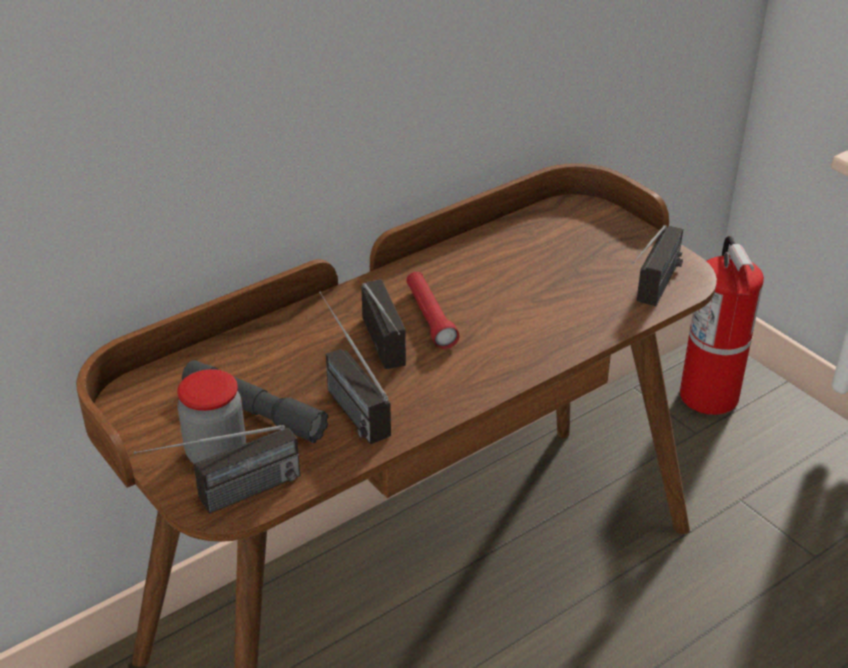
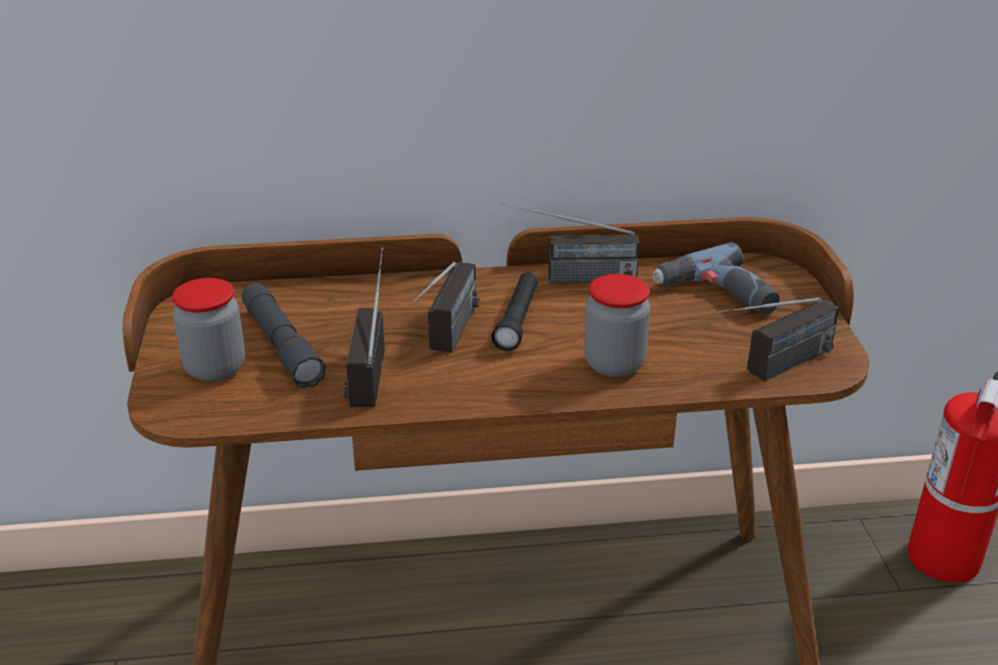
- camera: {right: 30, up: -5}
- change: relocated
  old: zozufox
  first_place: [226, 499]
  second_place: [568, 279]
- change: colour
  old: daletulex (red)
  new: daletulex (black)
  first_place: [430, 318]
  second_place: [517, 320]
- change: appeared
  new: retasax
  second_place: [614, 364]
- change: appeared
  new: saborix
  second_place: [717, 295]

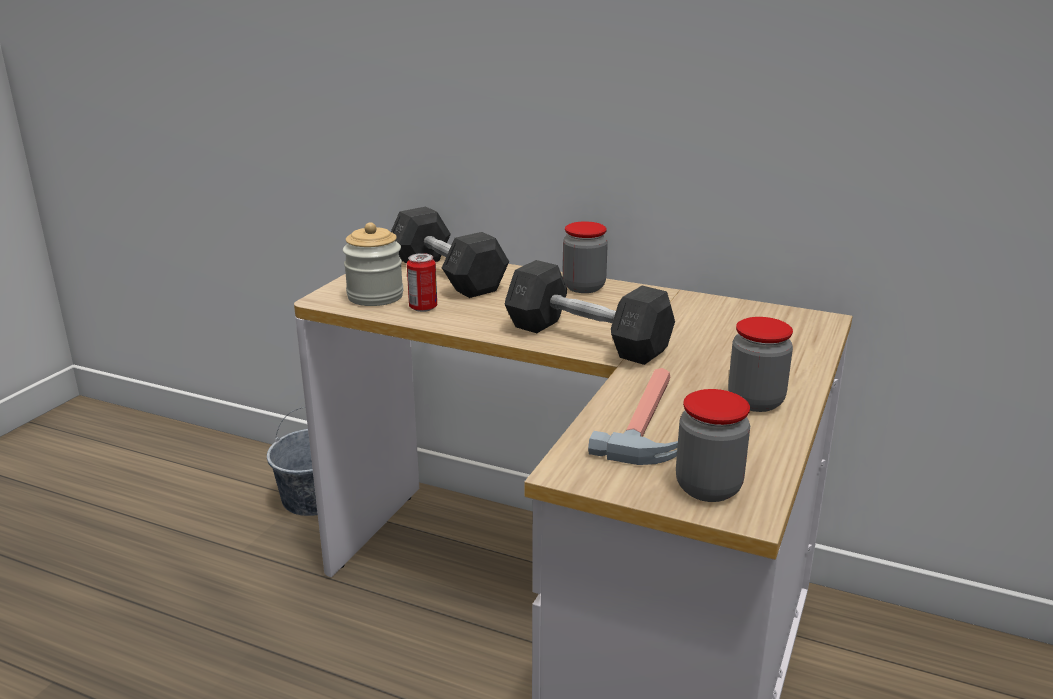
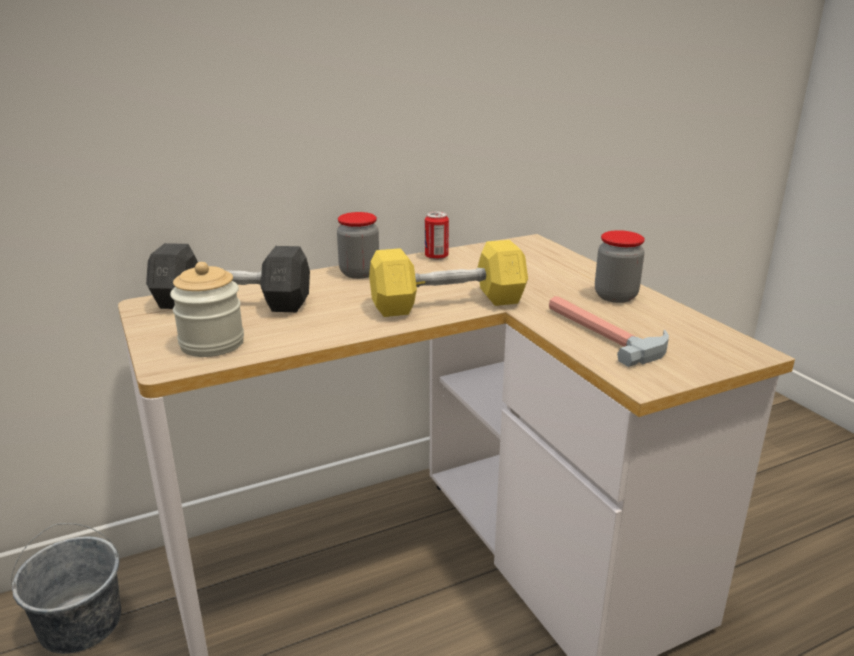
- camera: {right: -50, up: 0}
- change: relocated
  old: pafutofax
  first_place: [423, 308]
  second_place: [436, 257]
- change: colour
  old: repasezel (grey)
  new: repasezel (yellow)
  first_place: [587, 339]
  second_place: [448, 303]
- change: missing
  old: retasax
  first_place: [708, 488]

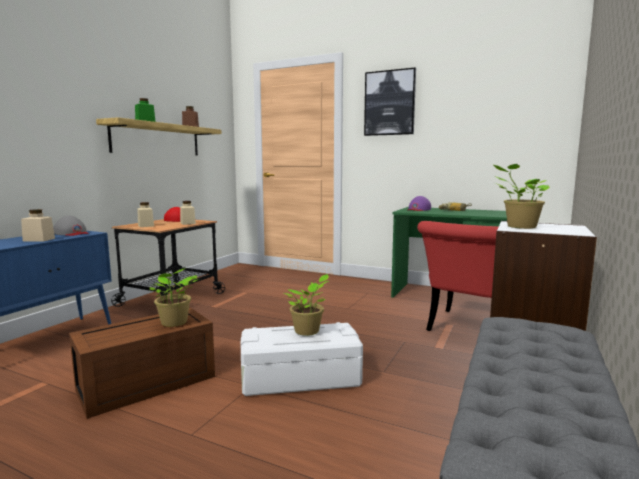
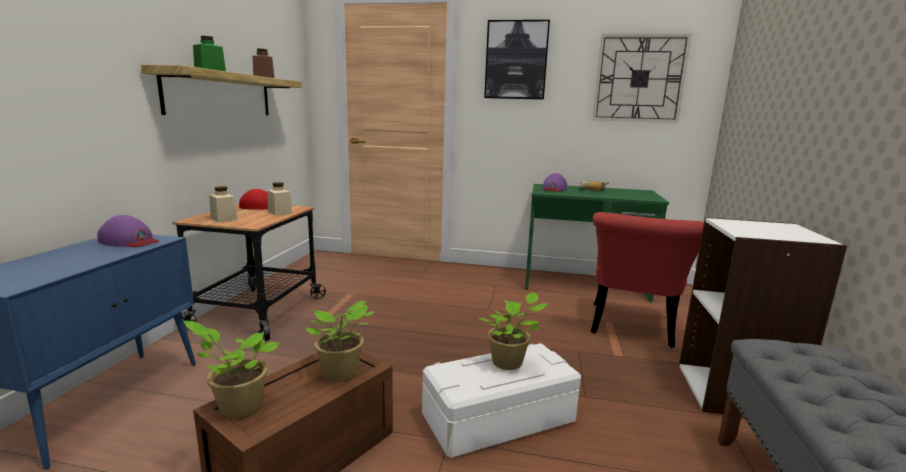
- camera: {right: -15, up: 5}
- change: missing
  old: retasax (beige)
  first_place: [39, 239]
- change: colour
  old: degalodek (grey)
  new: degalodek (purple)
  first_place: [72, 233]
  second_place: [130, 241]
- change: relocated
  old: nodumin
  first_place: [519, 227]
  second_place: [237, 406]
- change: appeared
  new: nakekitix
  second_place: [639, 79]

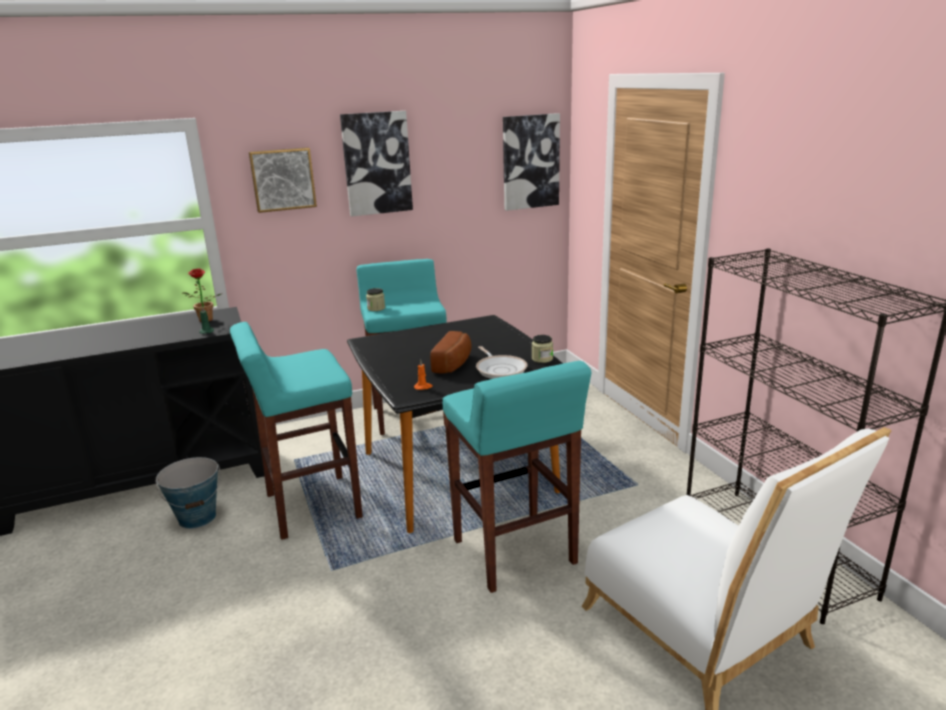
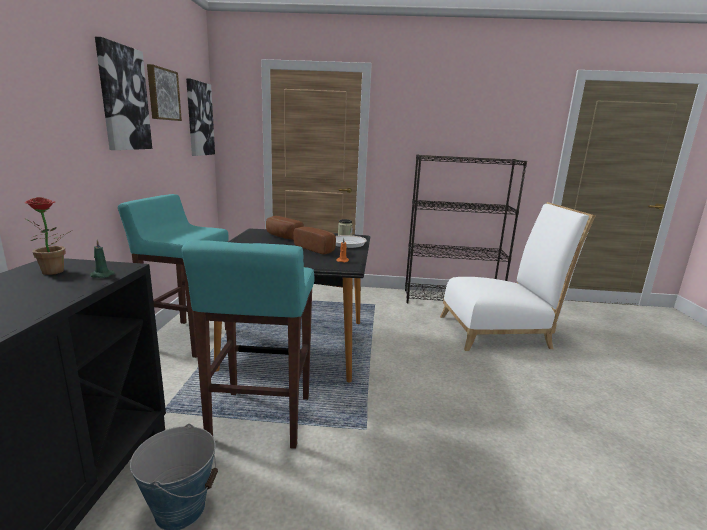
- camera: {right: -65, up: -5}
- change: relocated
  old: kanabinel
  first_place: [283, 179]
  second_place: [162, 94]
- change: missing
  old: retasax
  first_place: [376, 308]
- change: missing
  old: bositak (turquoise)
  first_place: [514, 553]
- change: appeared
  new: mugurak
  second_place: [282, 236]

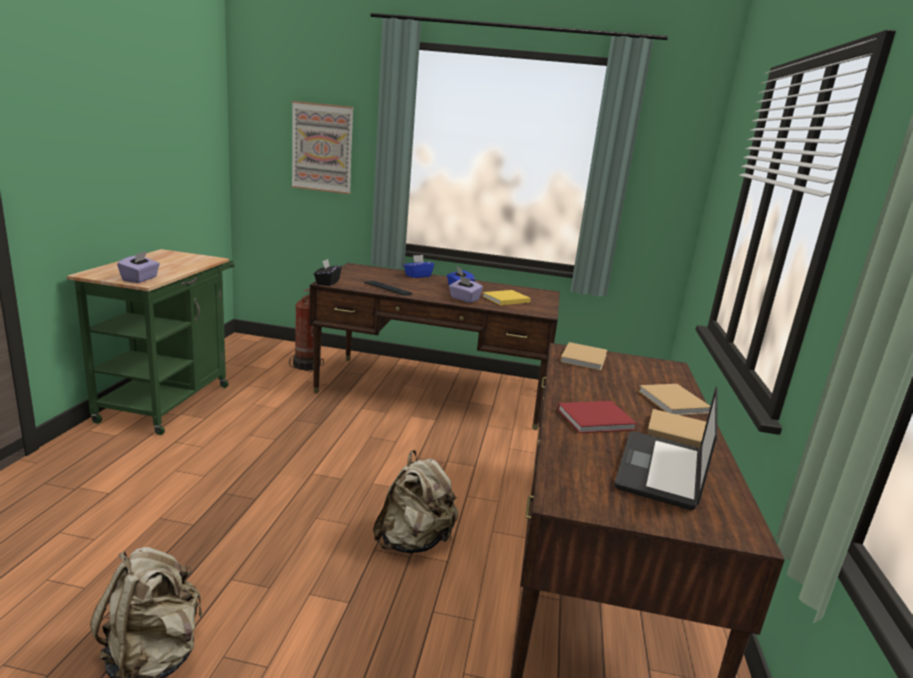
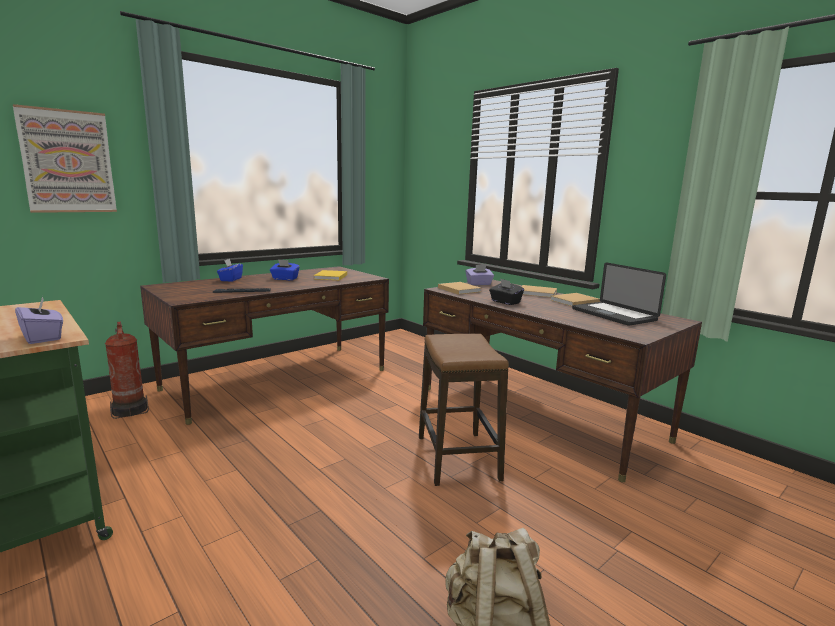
- camera: {right: -50, up: -5}
- change: relocated
  old: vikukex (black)
  first_place: [327, 282]
  second_place: [505, 302]
- change: exchanged
  old: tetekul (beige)
  new: bositak
  first_place: [414, 541]
  second_place: [457, 458]
- change: relocated
  old: vikukex (purple)
  first_place: [464, 299]
  second_place: [479, 284]
- change: missing
  old: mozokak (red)
  first_place: [597, 419]

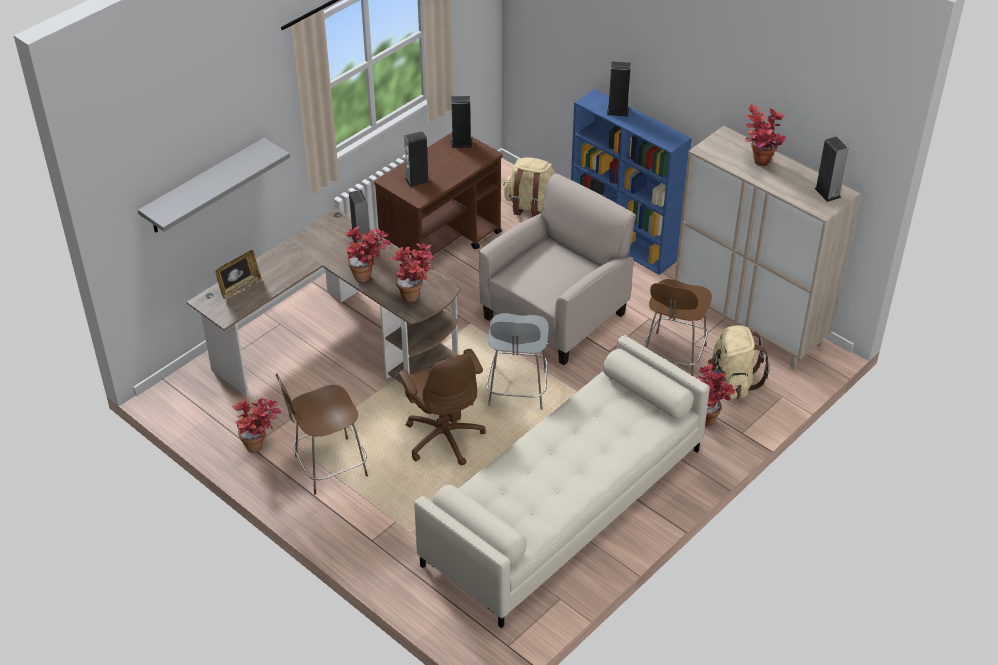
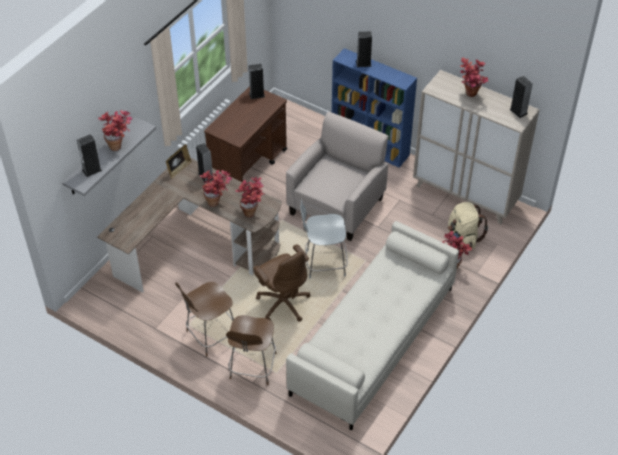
- camera: {right: -10, up: 5}
- change: relocated
  old: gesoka
  first_place: [239, 287]
  second_place: [179, 169]
- change: relocated
  old: nodumin
  first_place: [260, 446]
  second_place: [120, 146]
- change: relocated
  old: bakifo
  first_place: [417, 180]
  second_place: [92, 170]
- change: spun
  old: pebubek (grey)
  first_place: [517, 391]
  second_place: [324, 263]
  degrees: 90
- change: missing
  old: tetekul (beige)
  first_place: [532, 206]
- change: relocated
  old: pebubek (brown)
  first_place: [673, 357]
  second_place: [252, 367]

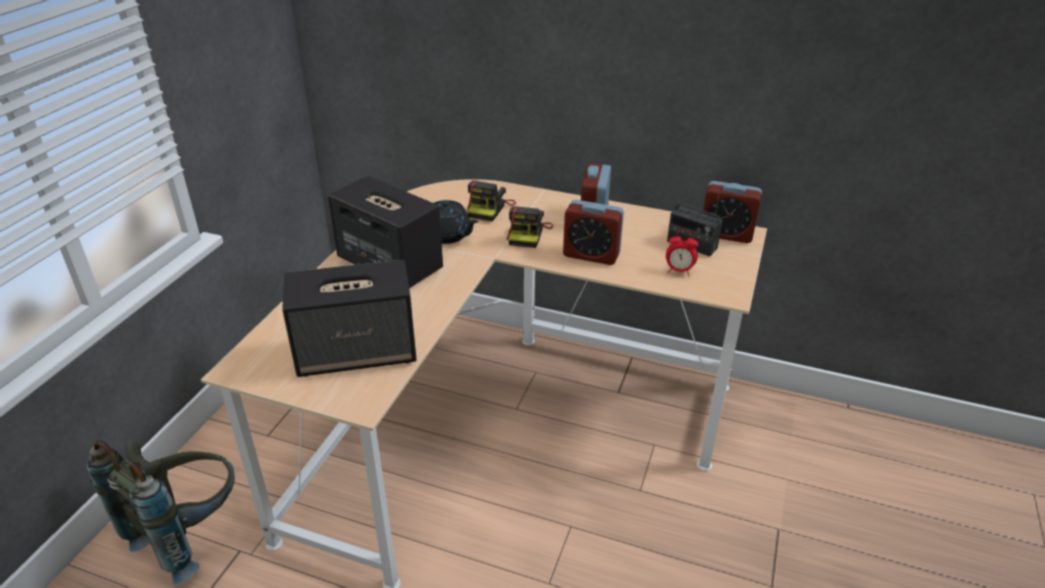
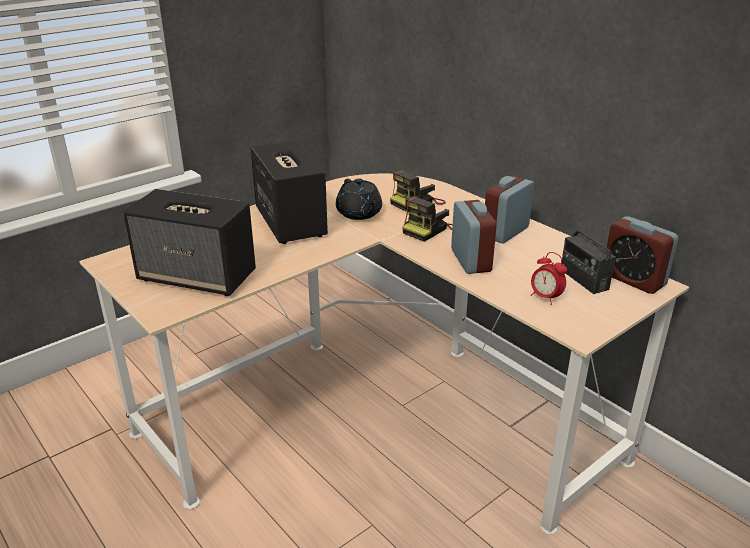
- camera: {right: 30, up: -5}
- change: missing
  old: tetekul (grey)
  first_place: [190, 533]
- change: spun
  old: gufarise
  first_place: [591, 255]
  second_place: [470, 260]
  degrees: -150

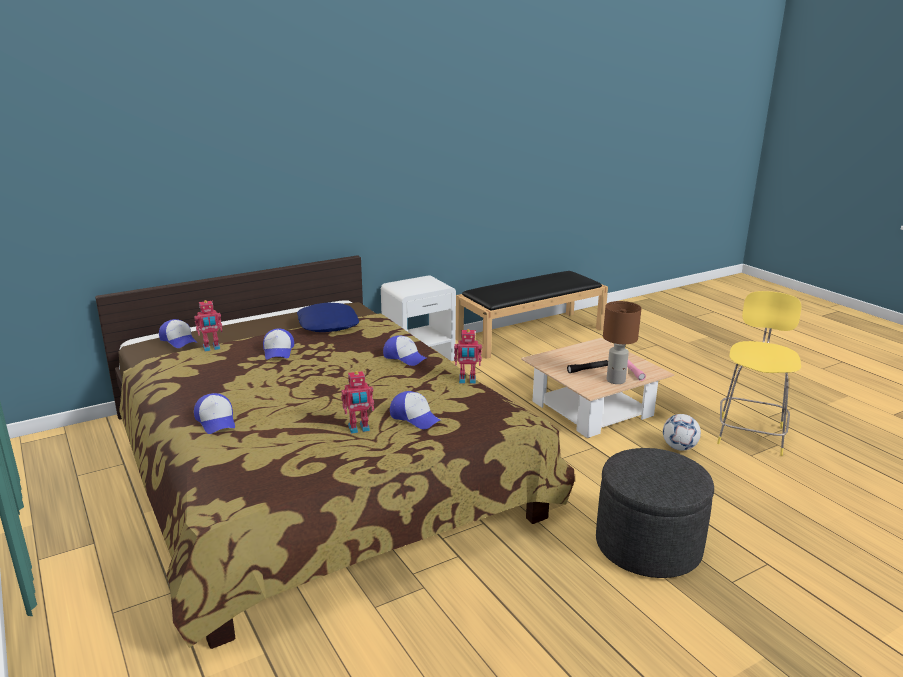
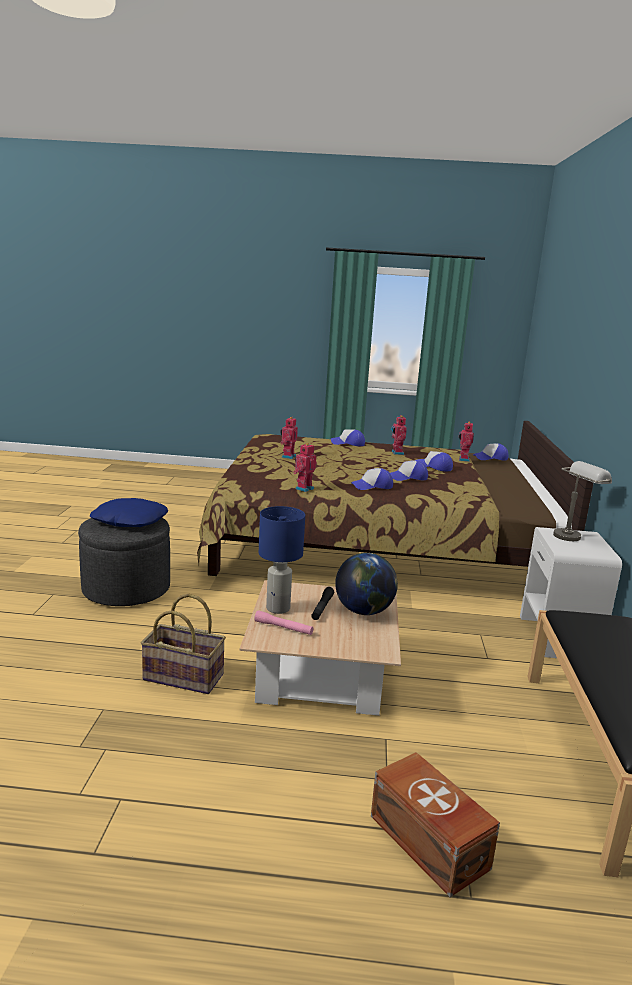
- camera: {right: 125, up: -5}
- change: relocated
  old: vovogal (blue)
  first_place: [328, 324]
  second_place: [129, 520]
- change: relocated
  old: degalodek
  first_place: [415, 417]
  second_place: [408, 478]
- change: colour
  old: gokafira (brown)
  new: gokafira (blue)
  first_place: [616, 380]
  second_place: [278, 609]
- change: exchanged
  old: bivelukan
  new: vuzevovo
  first_place: [679, 447]
  second_place: [184, 676]
- change: missing
  old: bositak (yellow)
  first_place: [750, 434]
- change: appeared
  new: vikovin
  second_place: [364, 611]
- change: appeared
  new: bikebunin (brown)
  second_place: [428, 843]
- change: appeared
  new: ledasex
  second_place: [396, 453]
- change: appeared
  new: gokafira (grey)
  second_place: [573, 535]

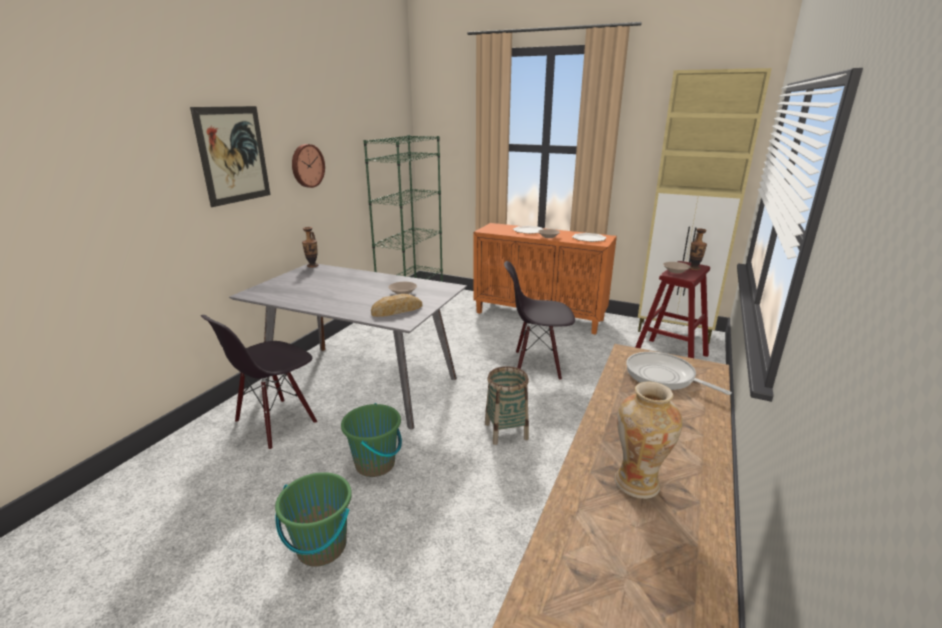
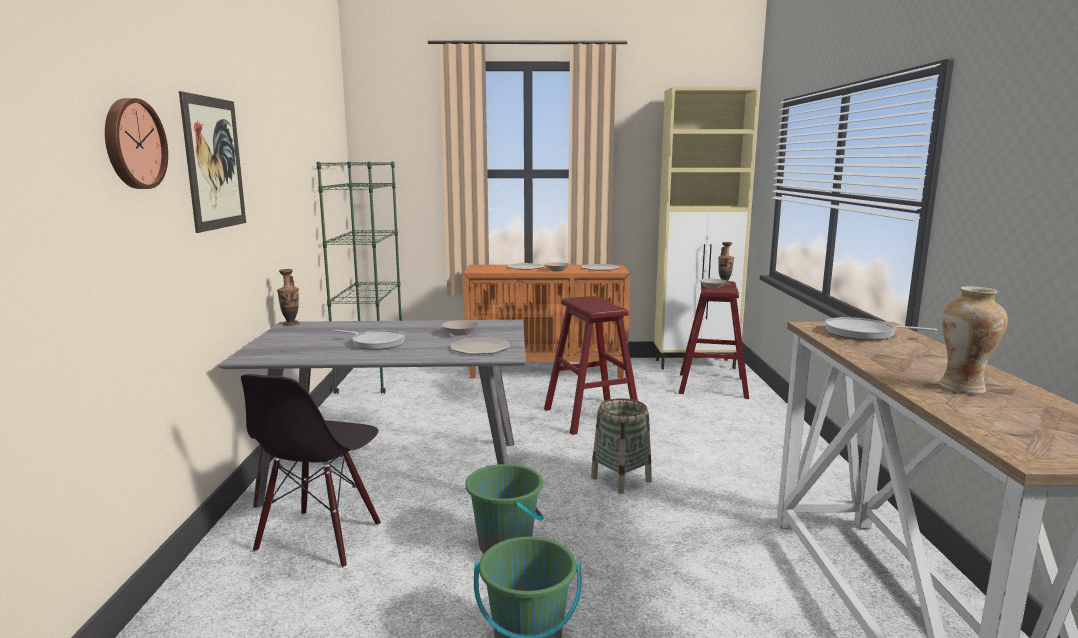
- camera: {right: -25, up: -10}
- change: relocated
  old: nakekitix
  first_place: [307, 165]
  second_place: [132, 144]
- change: exchanged
  old: mugurak
  new: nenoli
  first_place: [397, 310]
  second_place: [480, 347]
- change: exchanged
  old: pebubek (black)
  new: bositak (red)
  first_place: [536, 366]
  second_place: [591, 416]
- change: appeared
  new: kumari
  second_place: [376, 343]

